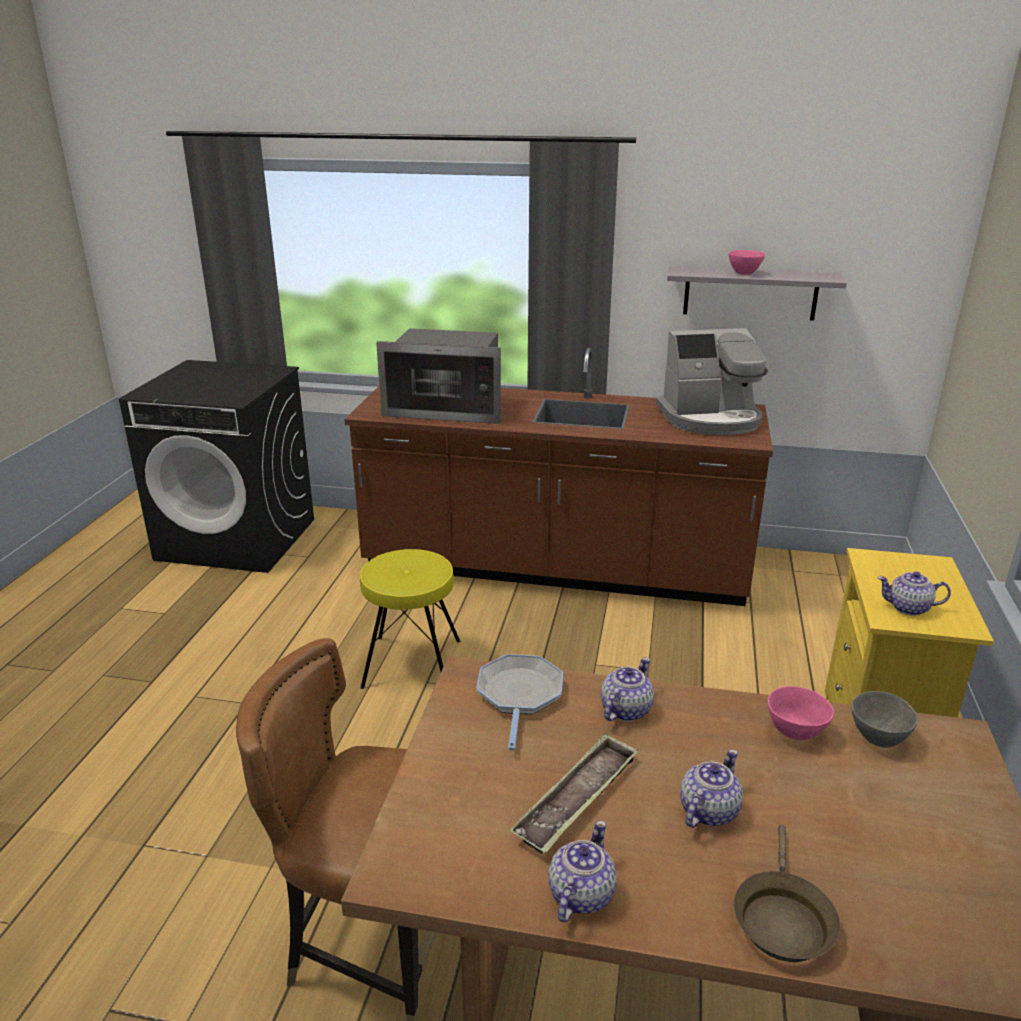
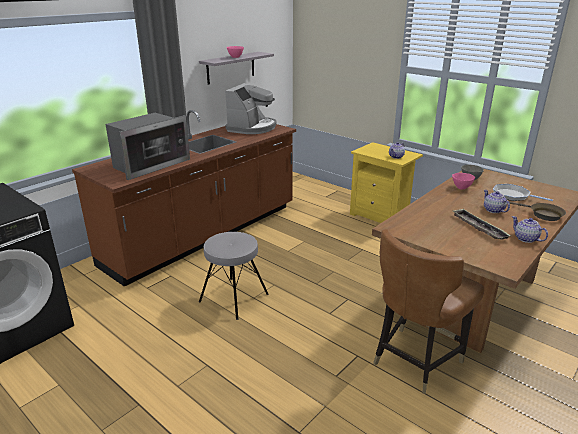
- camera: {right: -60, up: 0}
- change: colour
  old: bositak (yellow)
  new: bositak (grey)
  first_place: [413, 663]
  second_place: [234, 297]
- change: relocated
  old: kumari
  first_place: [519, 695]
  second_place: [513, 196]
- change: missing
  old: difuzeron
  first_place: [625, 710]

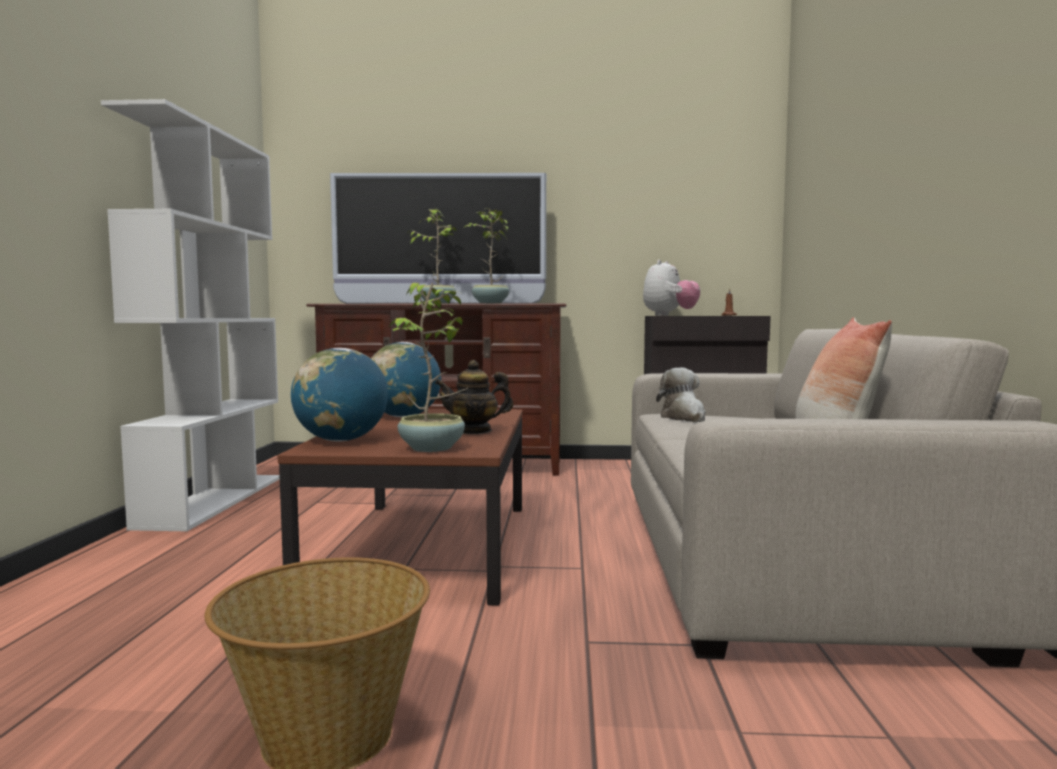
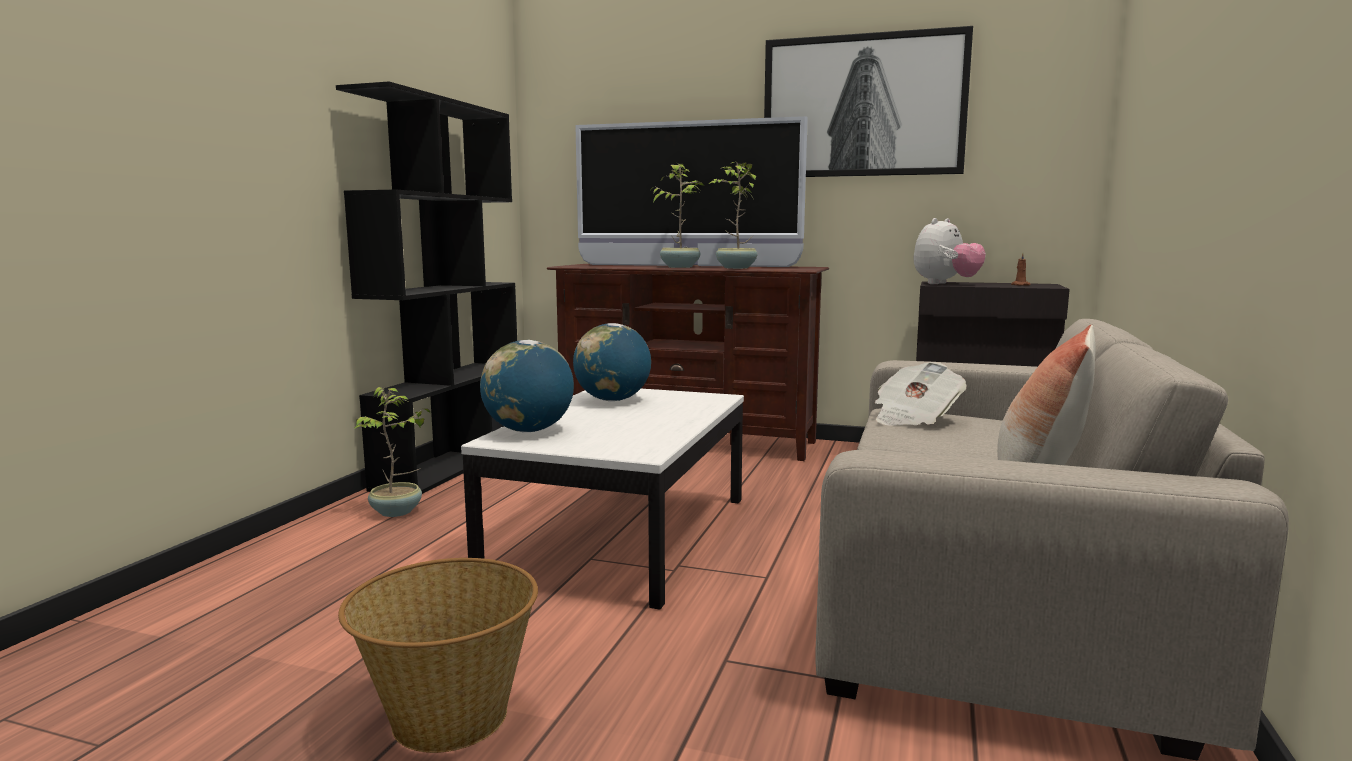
- camera: {right: 15, up: 5}
- change: colour
  old: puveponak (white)
  new: puveponak (black)
  first_place: [213, 500]
  second_place: [451, 464]
- change: colour
  old: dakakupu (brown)
  new: dakakupu (white)
  first_place: [426, 546]
  second_place: [623, 535]
- change: relocated
  old: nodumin
  first_place: [433, 448]
  second_place: [397, 512]
- change: missing
  old: difuzeron
  first_place: [474, 431]
- change: exchanged
  old: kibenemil
  new: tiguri
  first_place: [684, 418]
  second_place: [914, 418]
- change: appeared
  new: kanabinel
  second_place: [863, 106]

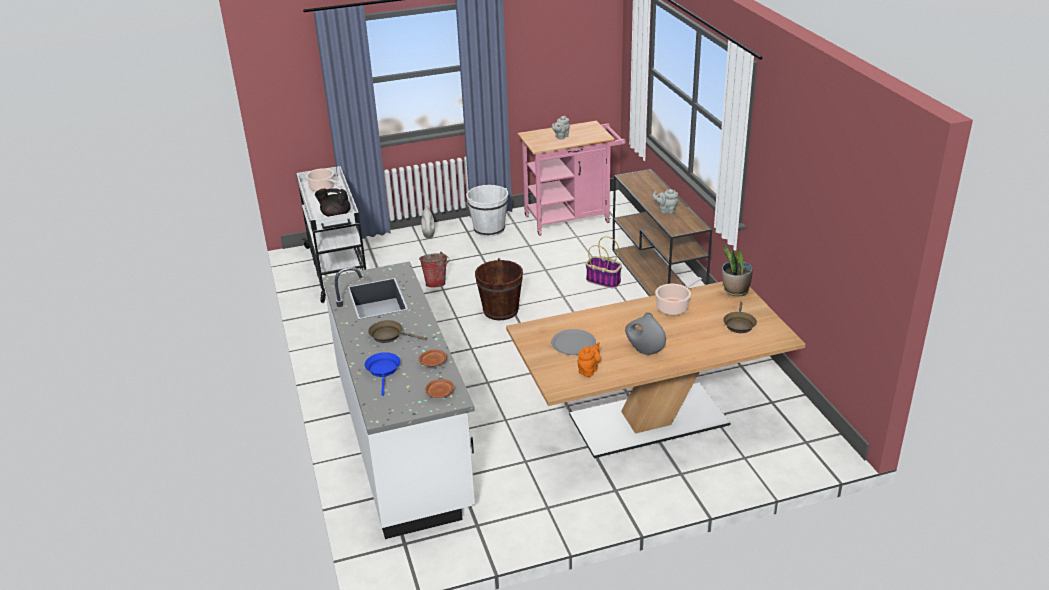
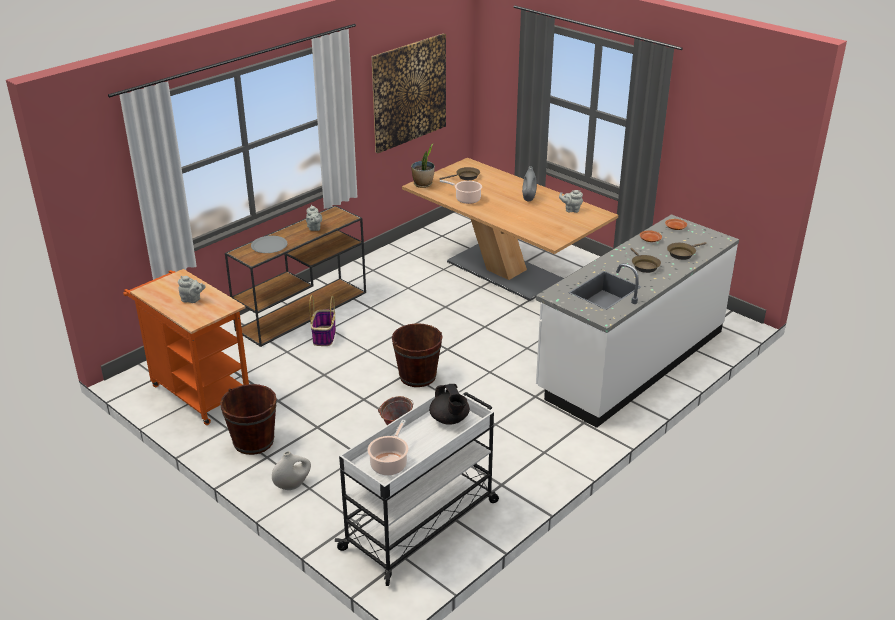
- camera: {right: -120, up: 0}
- change: colour
  old: kumari (blue)
  new: kumari (brown)
  first_place: [383, 371]
  second_place: [682, 253]
- change: colour
  old: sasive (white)
  new: sasive (brown)
  first_place: [489, 229]
  second_place: [253, 442]
- change: colour
  old: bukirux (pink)
  new: bukirux (orange)
  first_place: [572, 218]
  second_place: [197, 391]
- change: relocated
  old: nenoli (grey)
  first_place: [573, 343]
  second_place: [269, 245]
- change: colour
  old: difuzeron (orange)
  new: difuzeron (grey)
  first_place: [589, 370]
  second_place: [571, 210]
- change: appeared
  new: kanabinel
  second_place: [409, 92]

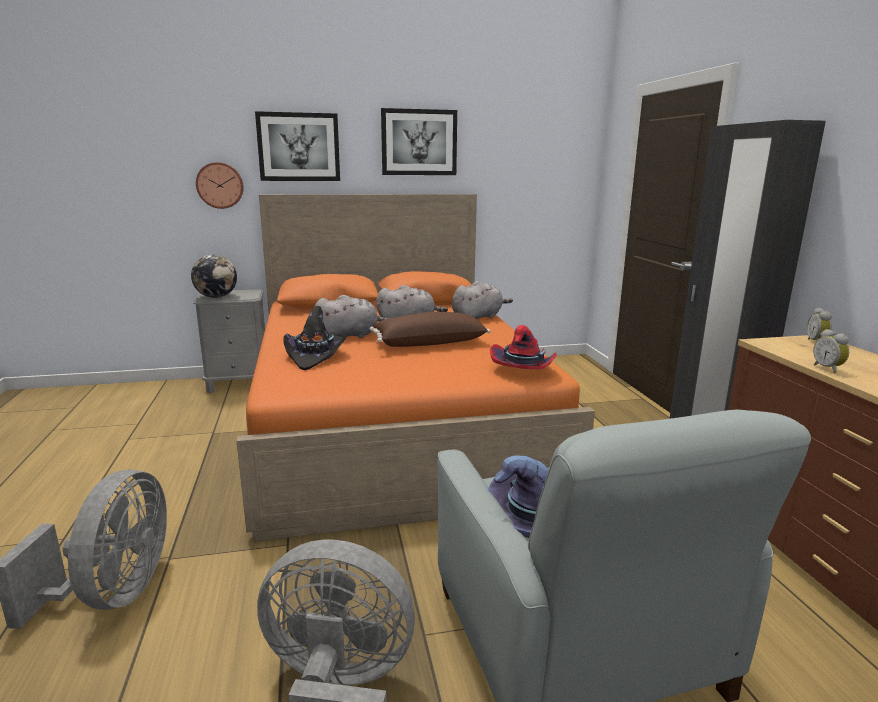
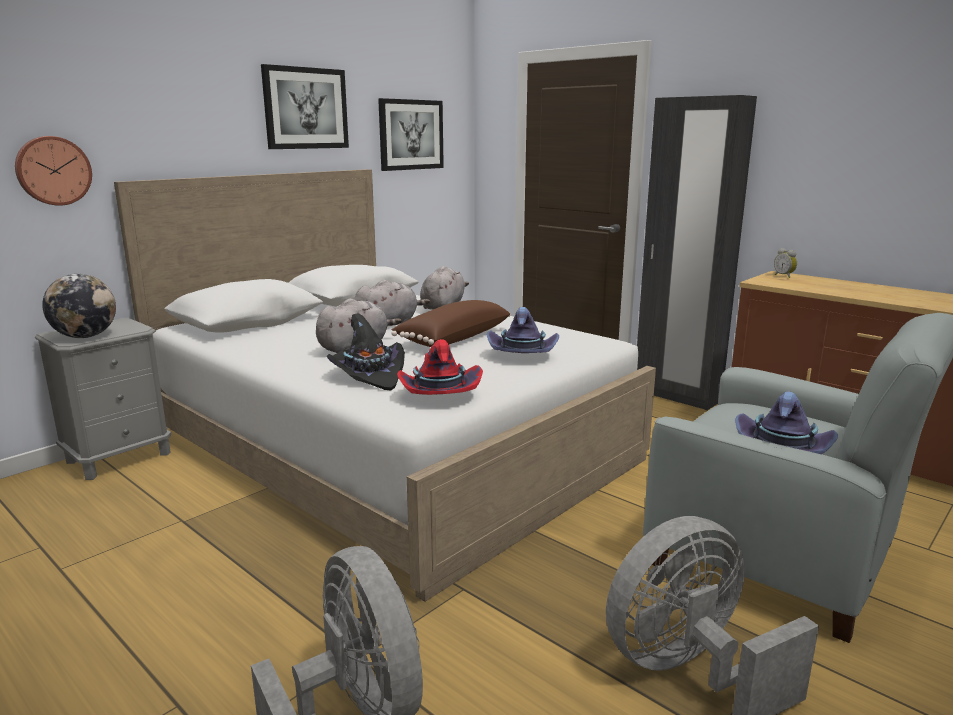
- camera: {right: -35, up: 0}
- change: colour
  old: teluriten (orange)
  new: teluriten (white)
  first_place: [395, 423]
  second_place: [391, 445]
- change: relocated
  old: kanabinel
  first_place: [299, 147]
  second_place: [411, 135]
- change: relocated
  old: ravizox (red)
  first_place: [523, 369]
  second_place: [439, 394]
- change: missing
  old: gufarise
  first_place: [828, 369]
- change: appeared
  new: ravizox (purple)
  second_place: [522, 354]

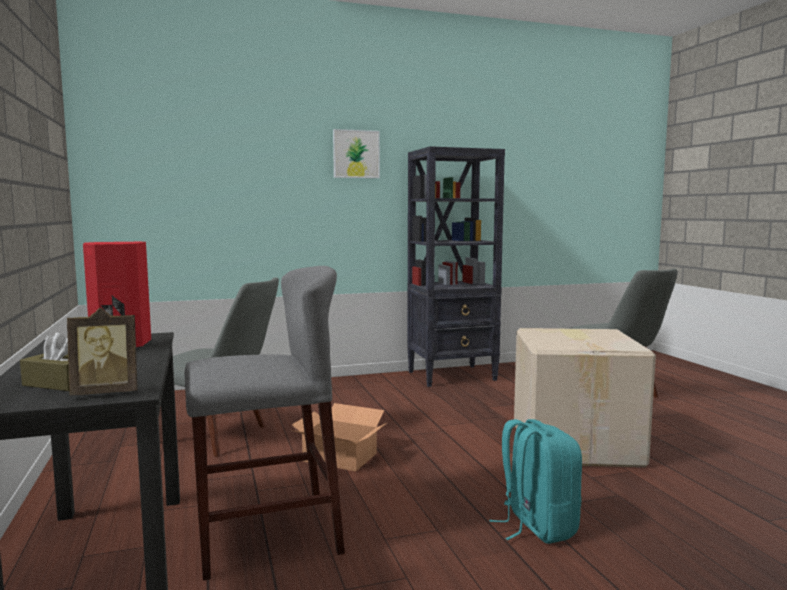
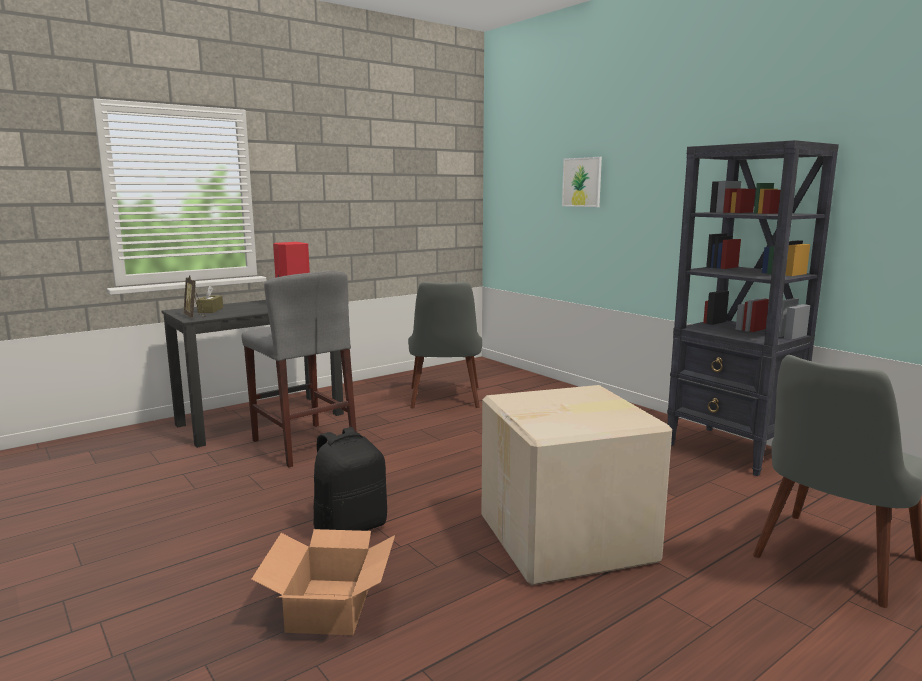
- camera: {right: 70, up: 5}
- change: relocated
  old: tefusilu
  first_place: [339, 457]
  second_place: [331, 606]
- change: relocated
  old: kanabinel
  first_place: [356, 154]
  second_place: [582, 182]
- change: colour
  old: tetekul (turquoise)
  new: tetekul (black)
  first_place: [536, 526]
  second_place: [350, 527]

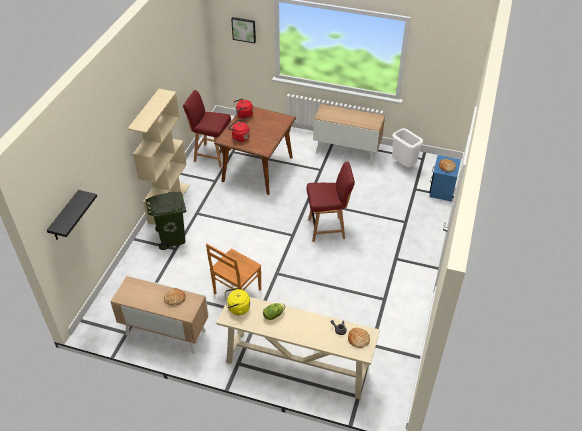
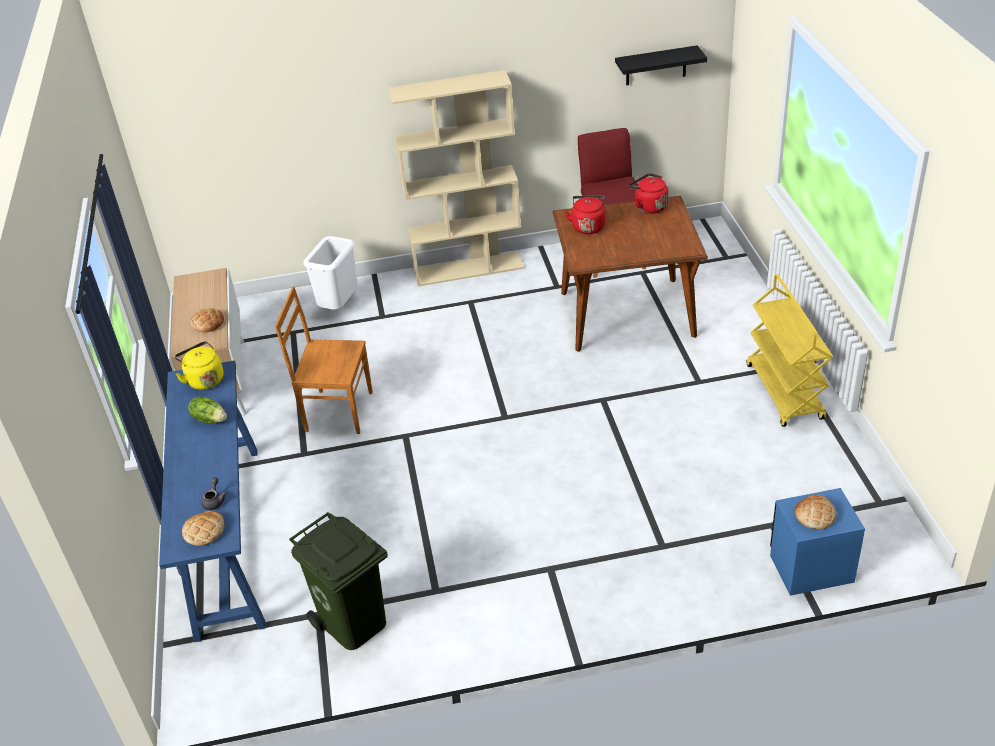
- camera: {right: 65, up: -5}
- change: relocated
  old: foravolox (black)
  first_place: [65, 217]
  second_place: [656, 66]
- change: relocated
  old: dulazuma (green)
  first_place: [172, 238]
  second_place: [352, 623]
- change: colour
  old: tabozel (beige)
  new: tabozel (blue)
  first_place: [296, 365]
  second_place: [228, 537]
- change: missing
  old: kanabinel
  first_place: [244, 29]
- change: missing
  old: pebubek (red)
  first_place: [327, 229]
- change: exchanged
  old: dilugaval
  new: bukirux (yellow)
  first_place: [347, 151]
  second_place: [785, 392]
- change: relocated
  old: dulazuma (white)
  first_place: [403, 165]
  second_place: [339, 307]

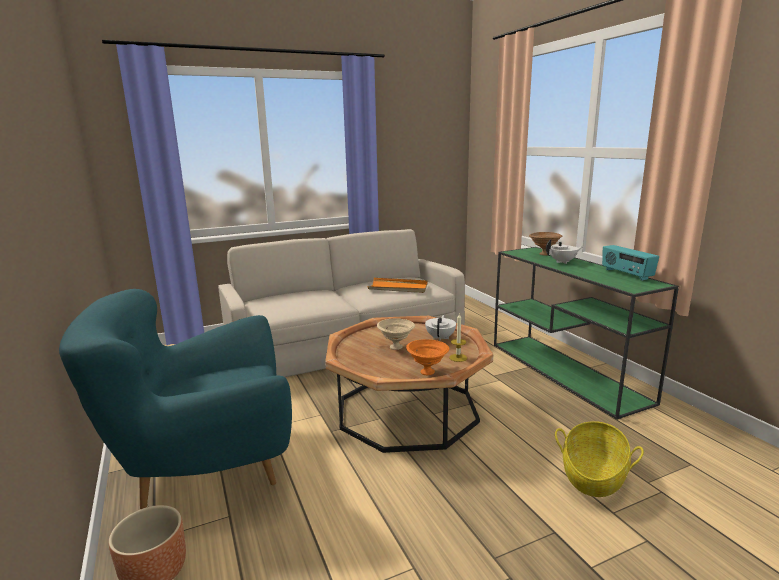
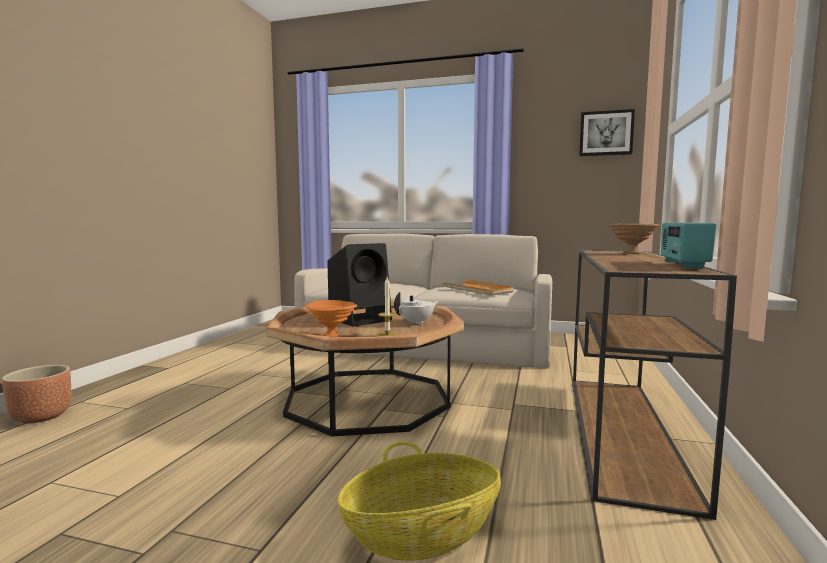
- camera: {right: 40, up: -10}
- change: missing
  old: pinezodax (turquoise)
  first_place: [205, 468]
- change: exchanged
  old: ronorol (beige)
  new: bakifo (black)
  first_place: [396, 347]
  second_place: [361, 319]
- change: colour
  old: tabozel (green)
  new: tabozel (brown)
  first_place: [567, 372]
  second_place: [623, 431]
- change: missing
  old: difuzeron (white)
  first_place: [563, 262]
- change: appeared
  new: kanabinel
  second_place: [606, 133]

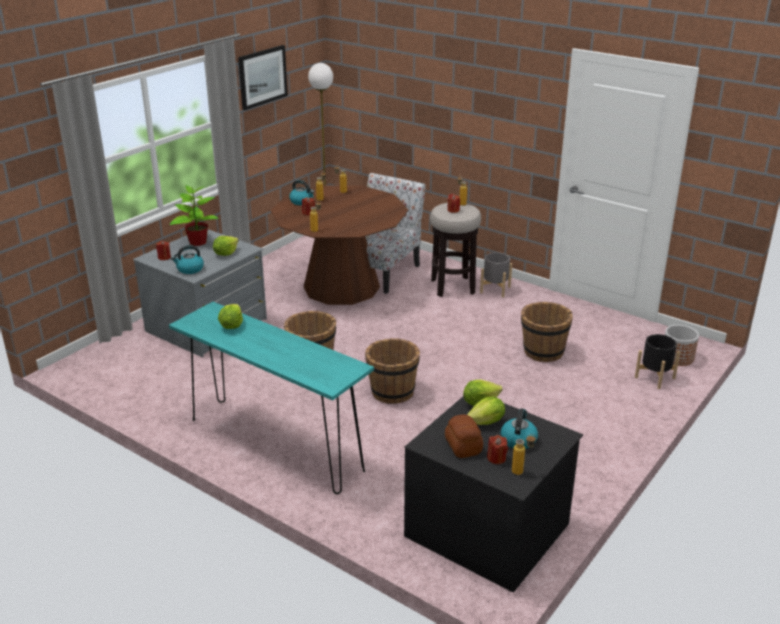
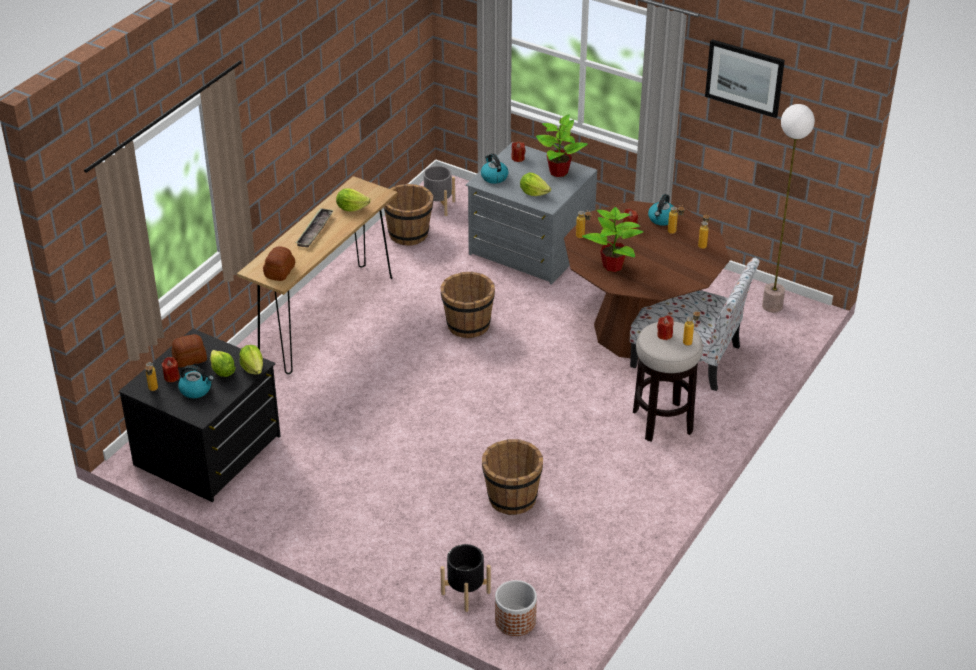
- camera: {right: 85, up: 10}
- change: colour
  old: tabozel (turquoise)
  new: tabozel (brown)
  first_place: [275, 445]
  second_place: [326, 318]
- change: relocated
  old: sasive (brown)
  first_place: [392, 392]
  second_place: [409, 234]
- change: relocated
  old: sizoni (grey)
  first_place: [495, 290]
  second_place: [438, 206]
- change: appeared
  new: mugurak
  second_place: [280, 271]
- change: appeared
  new: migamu
  second_place: [315, 230]
- change: appeared
  new: nodumin
  second_place: [613, 266]

